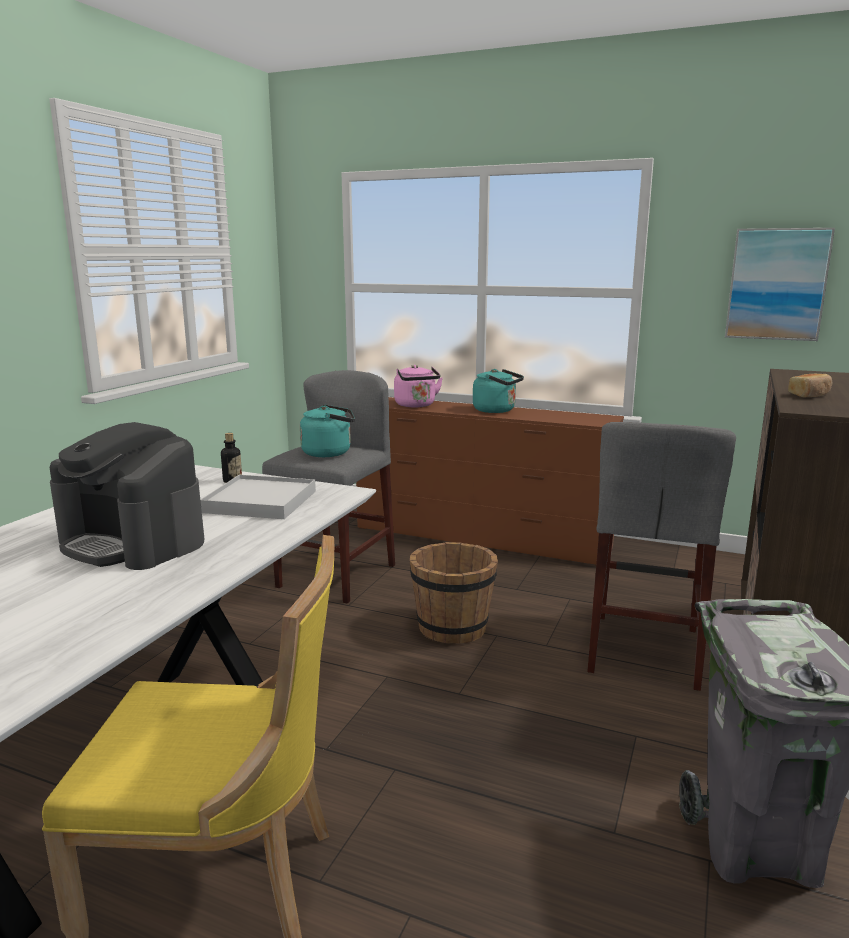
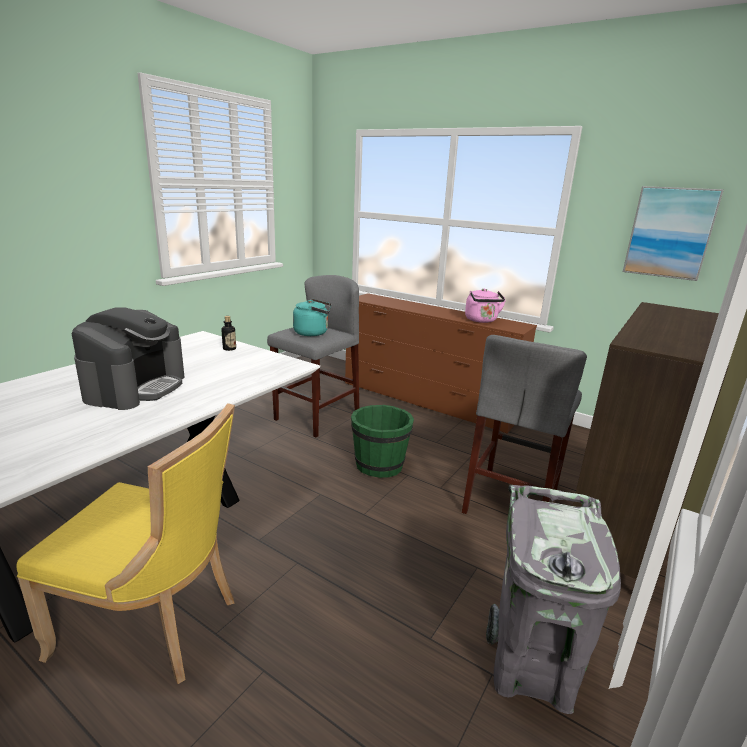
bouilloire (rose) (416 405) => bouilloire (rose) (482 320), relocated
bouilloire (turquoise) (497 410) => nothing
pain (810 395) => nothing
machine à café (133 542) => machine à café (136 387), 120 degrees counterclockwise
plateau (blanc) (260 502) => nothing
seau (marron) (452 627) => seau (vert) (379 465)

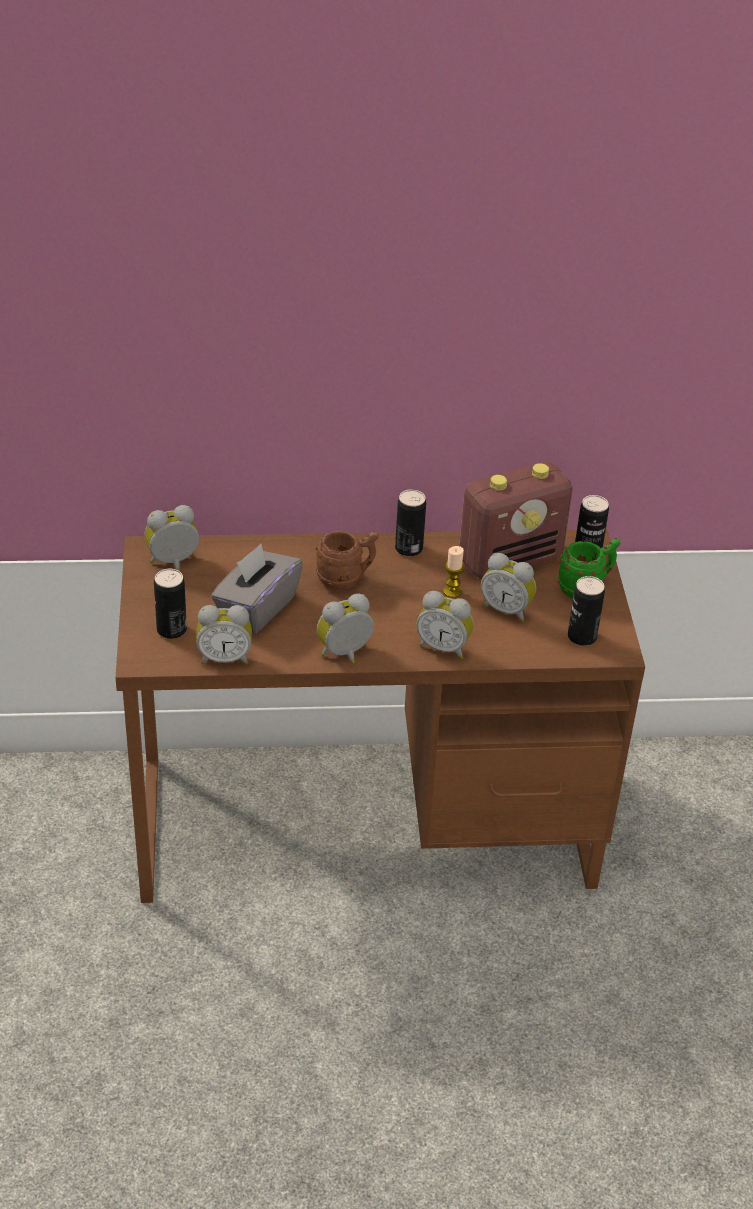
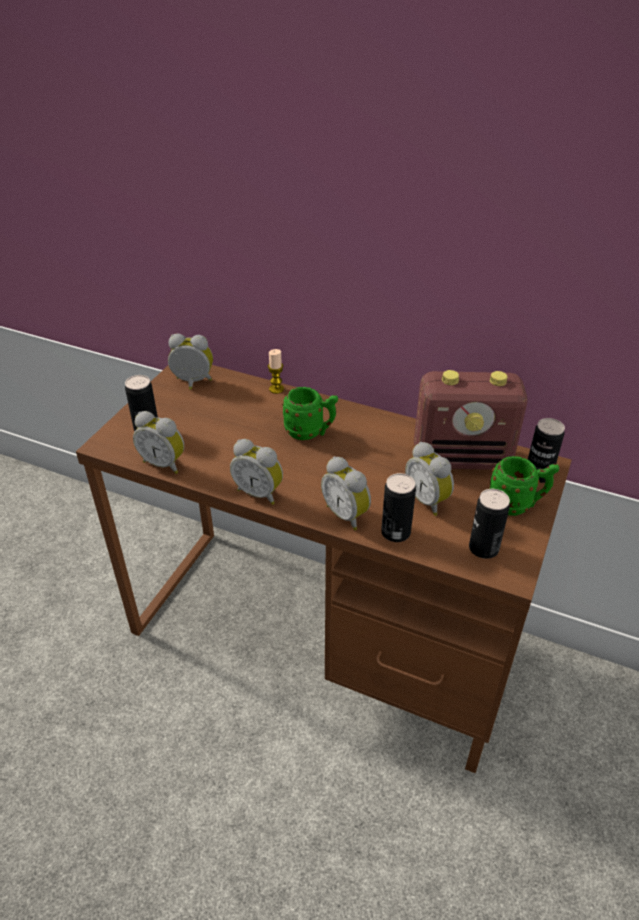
boîte métallique (408 548) => boîte métallique (395 532), relocated
mug (marron) (346 579) => mug (vert) (310 432)
boîte à mouchoirs (gris) (256 608) => nothing
bougie (452 592) => bougie (276 389), relocated
réveil (346 654) => réveil (259 492), 150 degrees counterclockwise

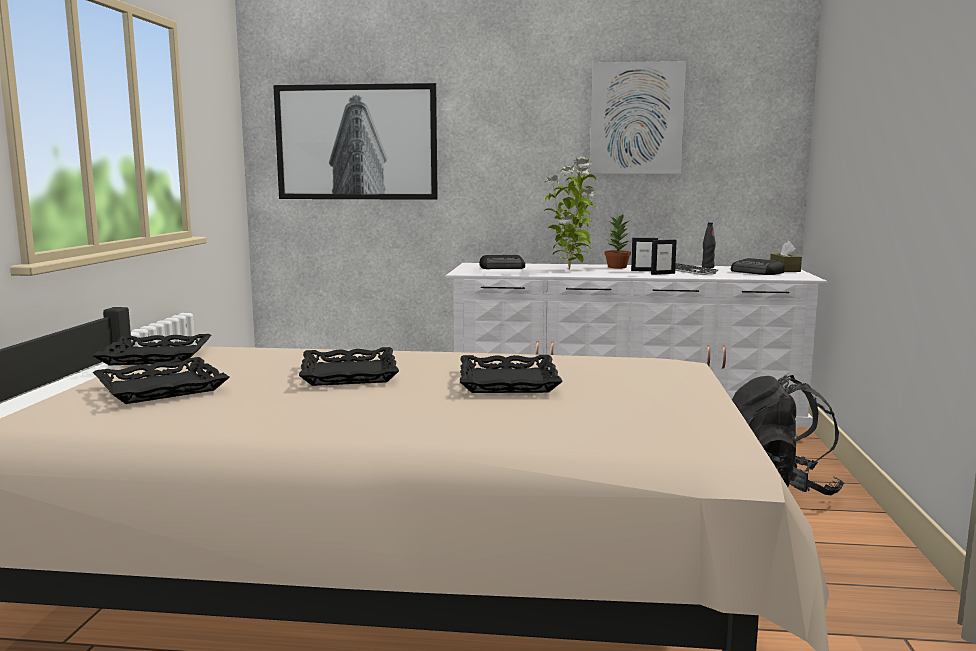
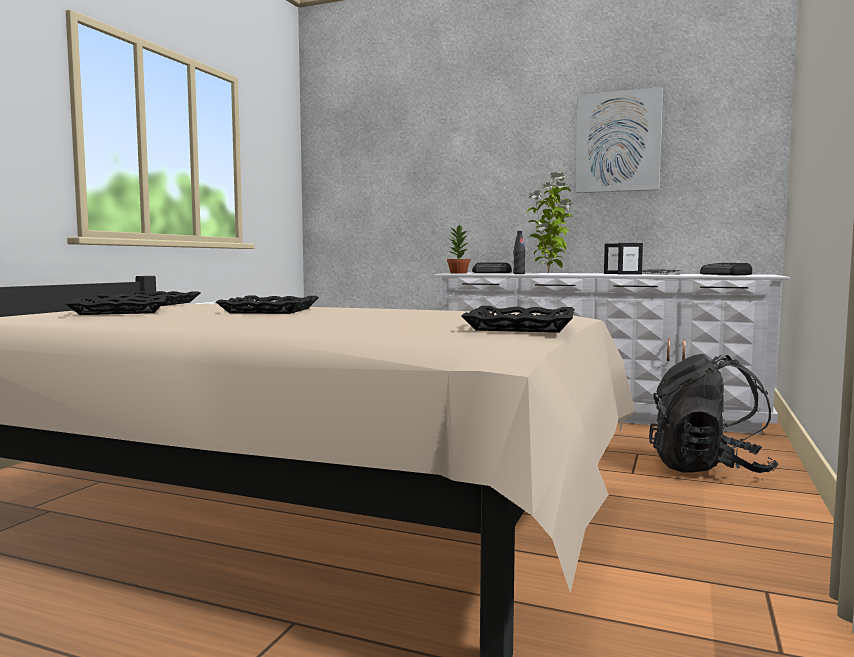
tableau (356 142) => nothing
plante en pot (616 267) => plante en pot (458 273), relocated
bouteille (noir) (707 267) => bouteille (noir) (519 274), relocated
boîte à mouchoirs (marron) (784 269) => nothing
plateau (noir) (509 382) => plateau (noir) (522 327), relocated

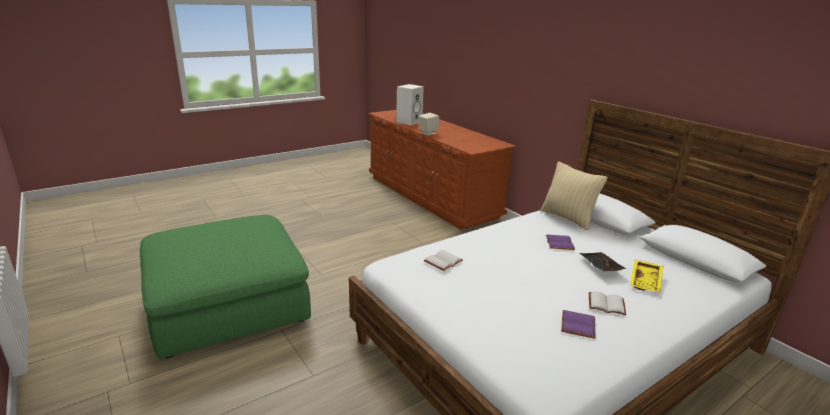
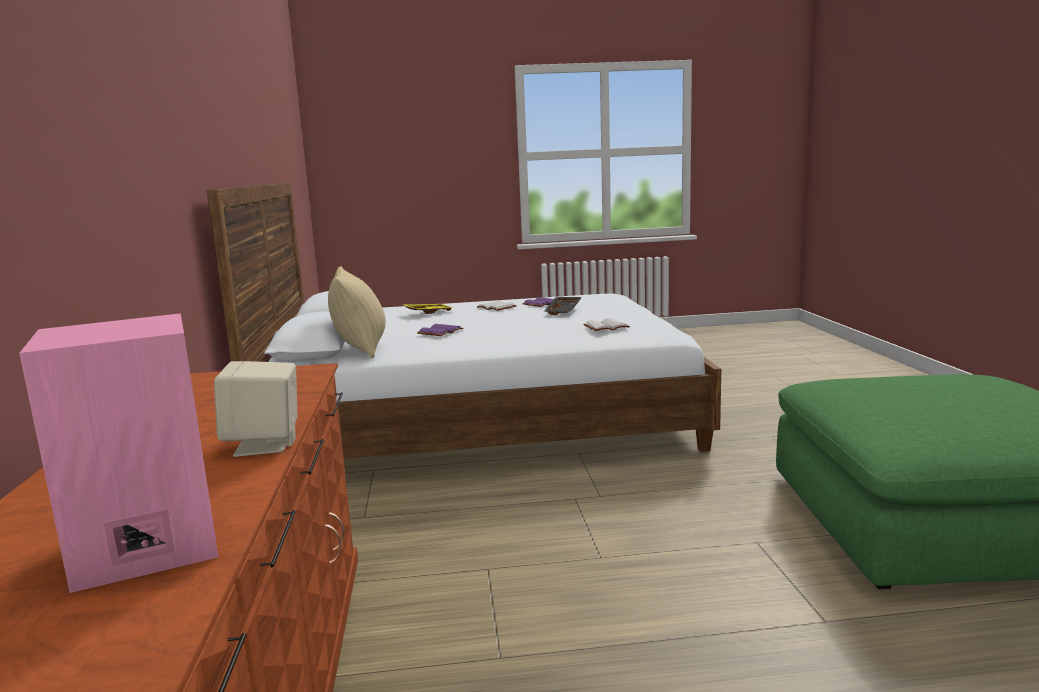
enceinte (blanc) (409 121) => enceinte (rose) (143 550)
plateau (noir) (599 266) => plateau (noir) (564 311), relocated

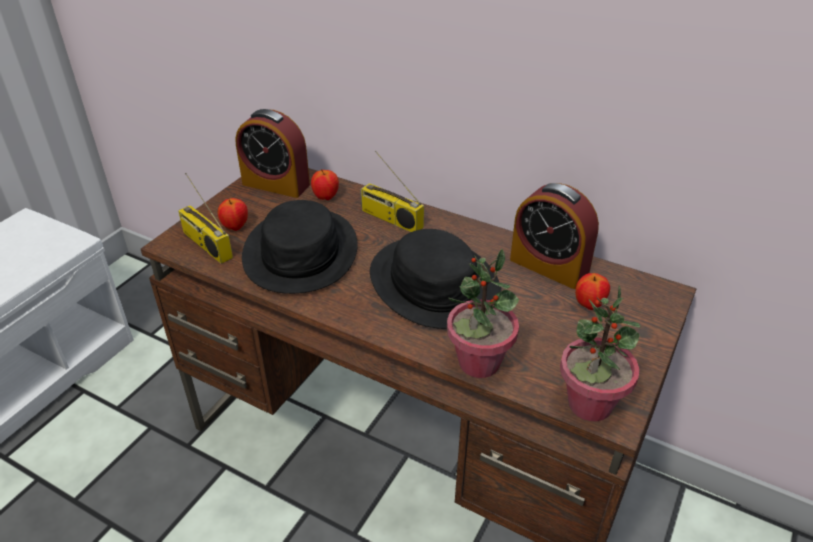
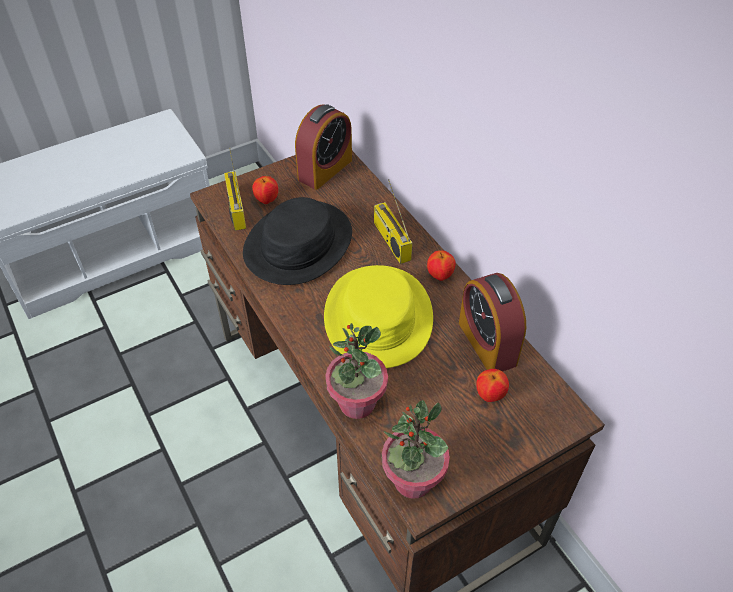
réveil (276 184) => réveil (325 169), 105 degrees counterclockwise
pomme (326 197) => pomme (440 276), relocated
chapeau (noir) (433 283) => chapeau (jaune) (377 317)

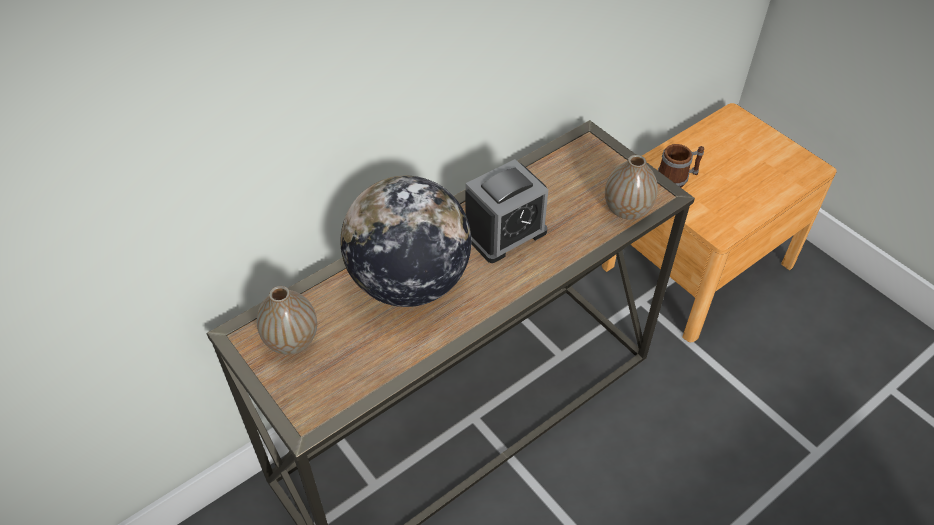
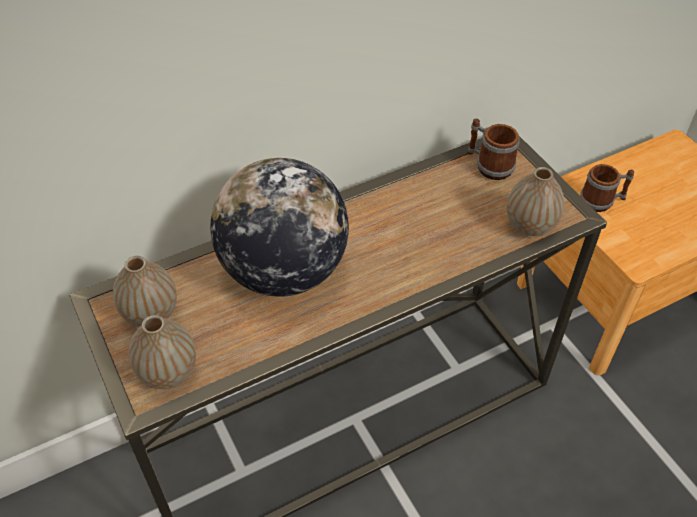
réveil (504 232) => nothing
nothing => mug (488 165)
nothing => vase (168 372)

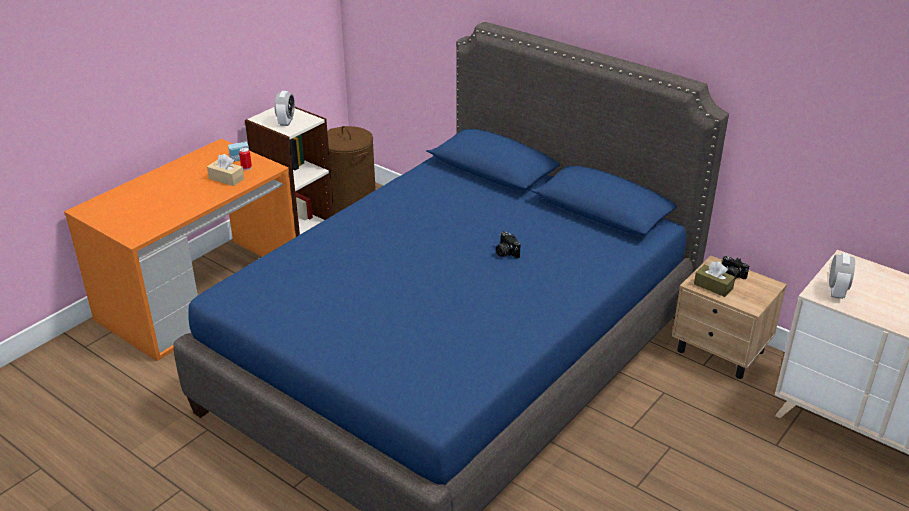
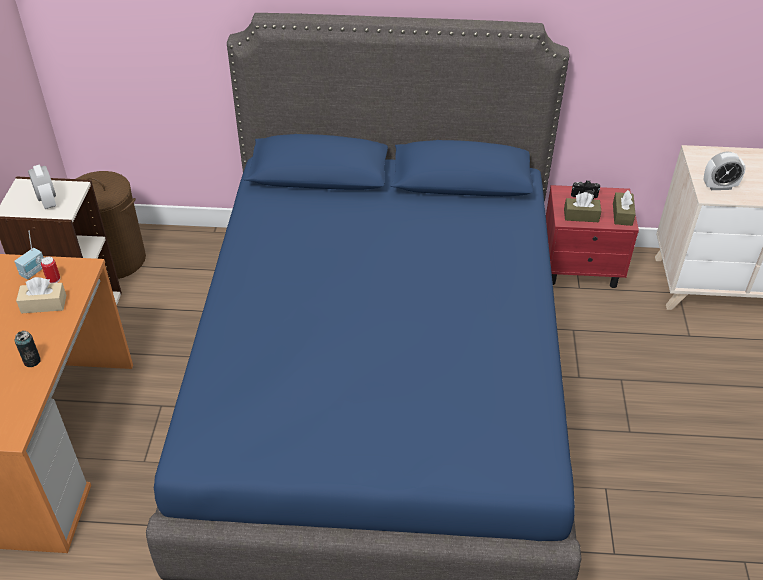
appareil photo (506 253) => nothing
réveil (836 291) => réveil (719 186), 105 degrees clockwise
table de chevet (beige) (721 351) => table de chevet (rouge) (581 268)
nothing => boîte à mouchoirs (marron) (622 214)
nothing => boîte métallique (32 361)

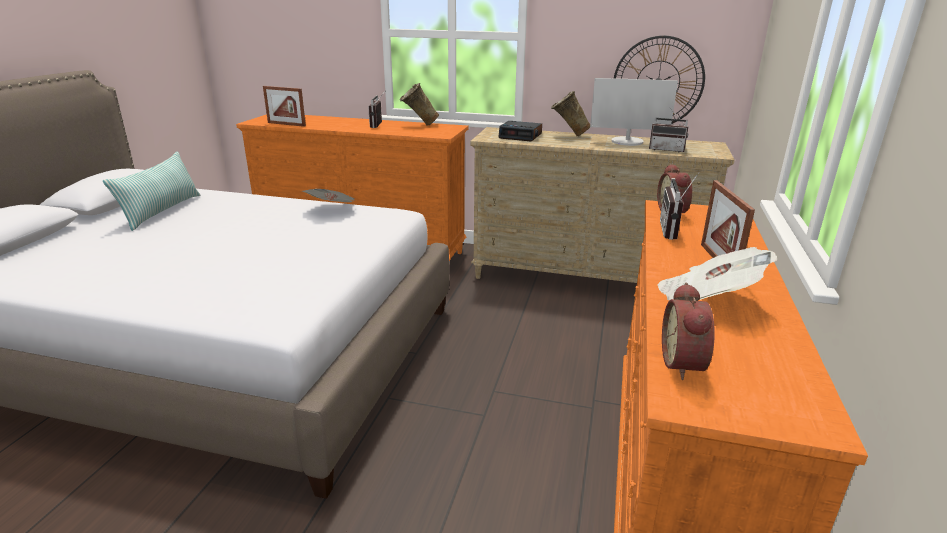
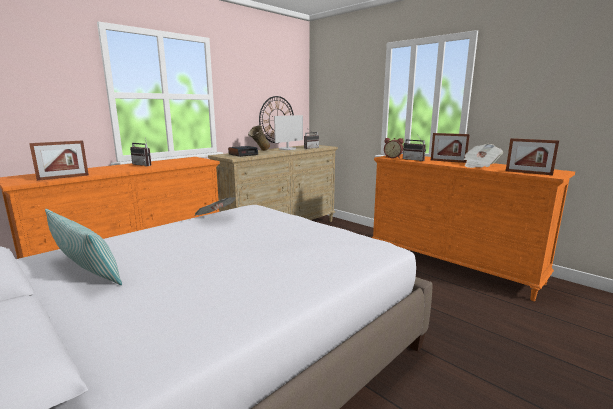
vase (beige) (419 125) => nothing
réveil (685 364) => cadre photo (528 173)

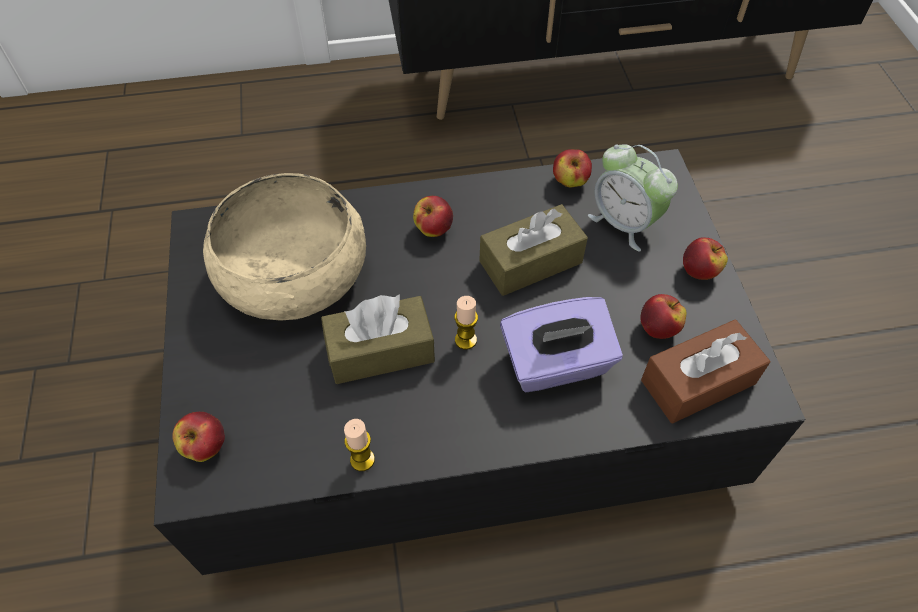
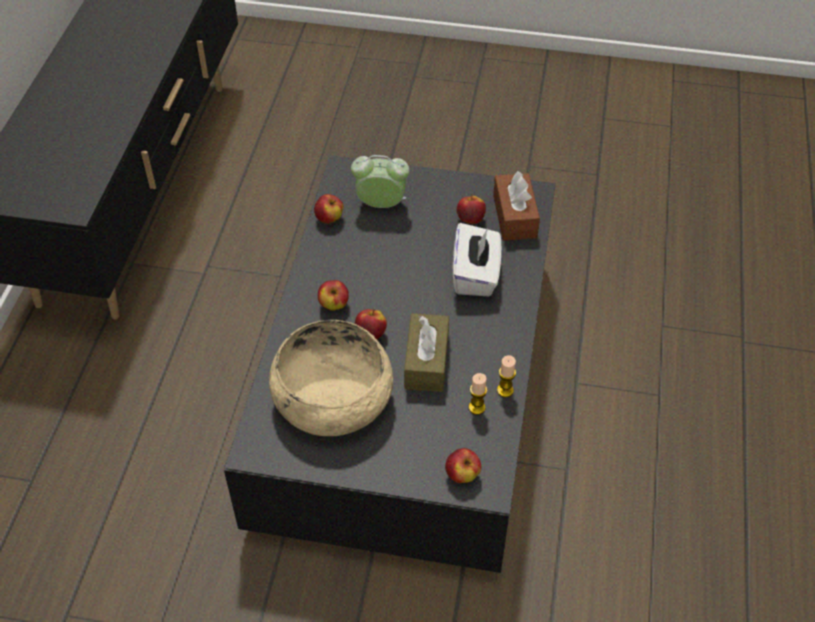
réveil (624 223) => réveil (381 205), 150 degrees counterclockwise
boîte à mouchoirs (marron) (530 262) => nothing
pomme (699 271) => pomme (371 334), relocated
bougie (465 340) => bougie (476 407), relocated
boîte à mouchoirs (violet) (556 364) => boîte à mouchoirs (blanc) (475 275)

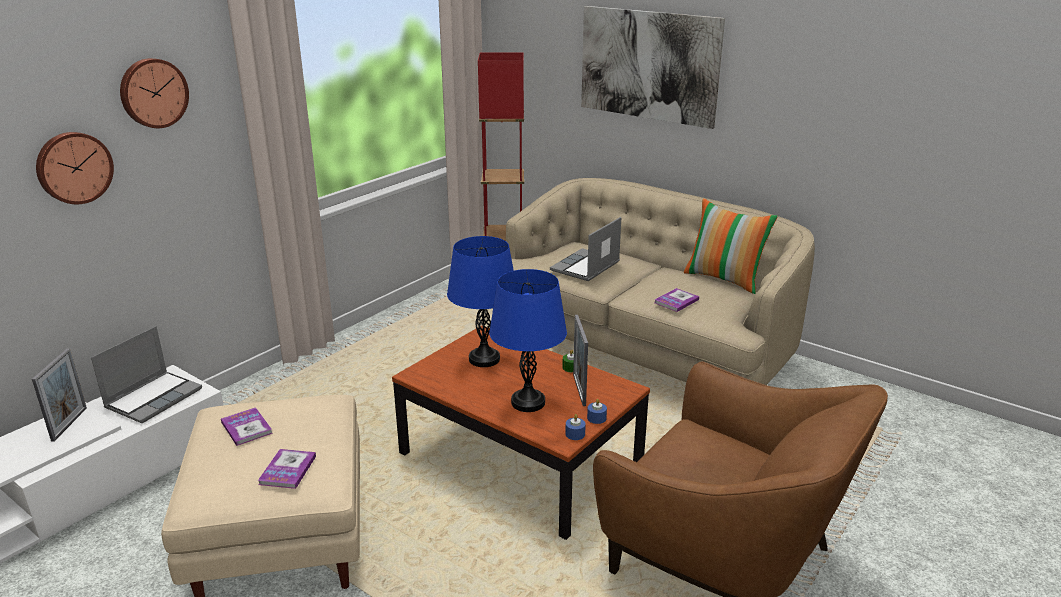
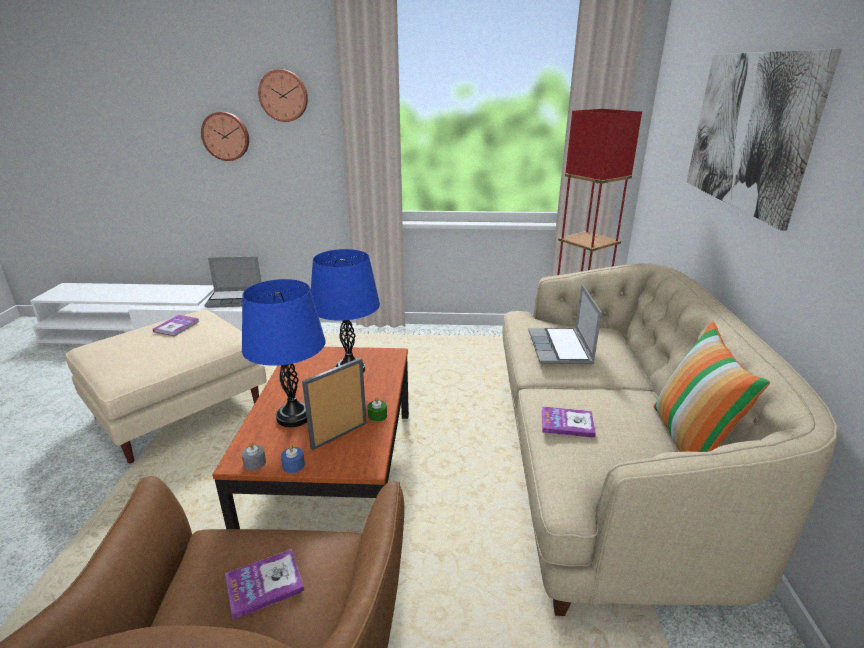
ordinateur portable (585 267) => ordinateur portable (561 348), 90 degrees counterclockwise
cadre photo (69 424) => nothing
bougie (bleu) (575 434) => bougie (gris) (254 463)
livre (287 470) => livre (264 584), relocated

